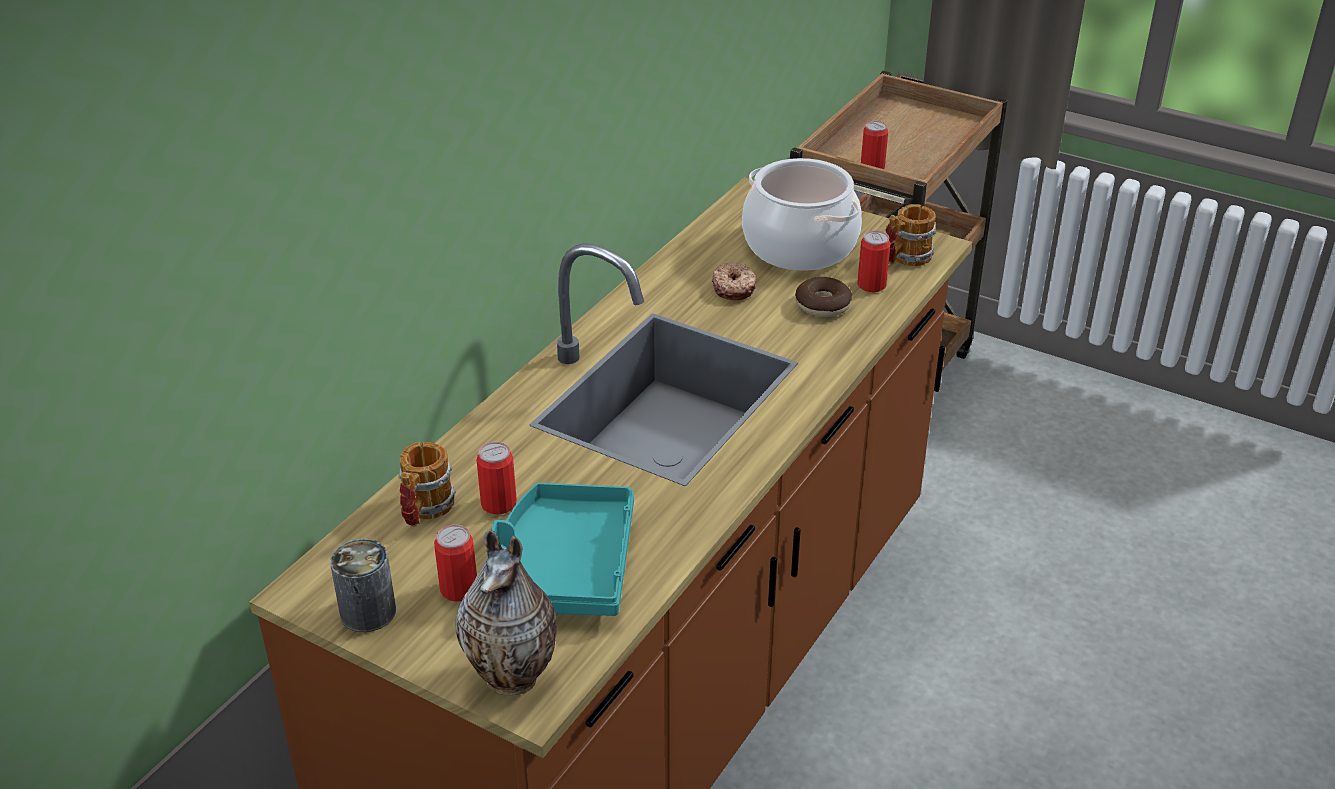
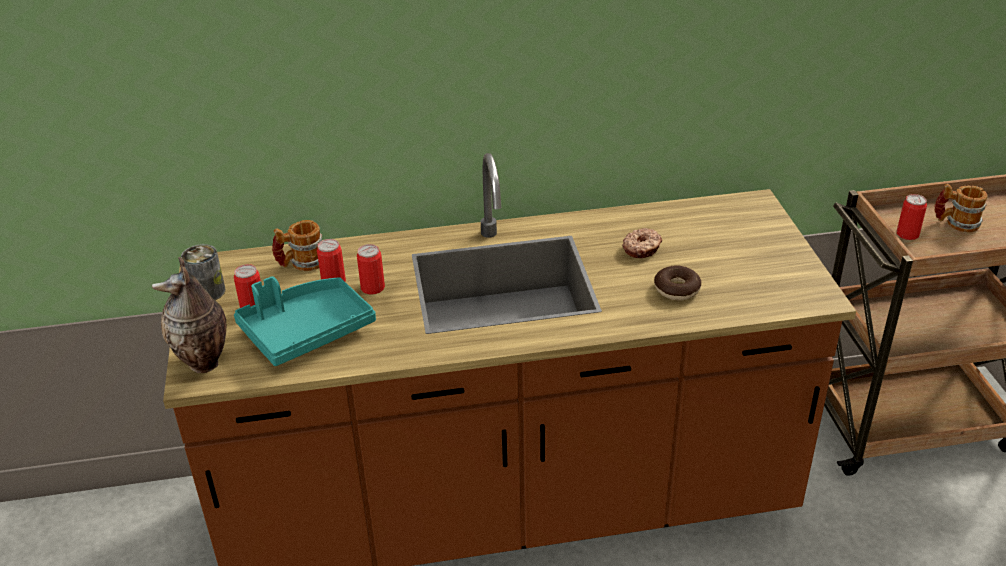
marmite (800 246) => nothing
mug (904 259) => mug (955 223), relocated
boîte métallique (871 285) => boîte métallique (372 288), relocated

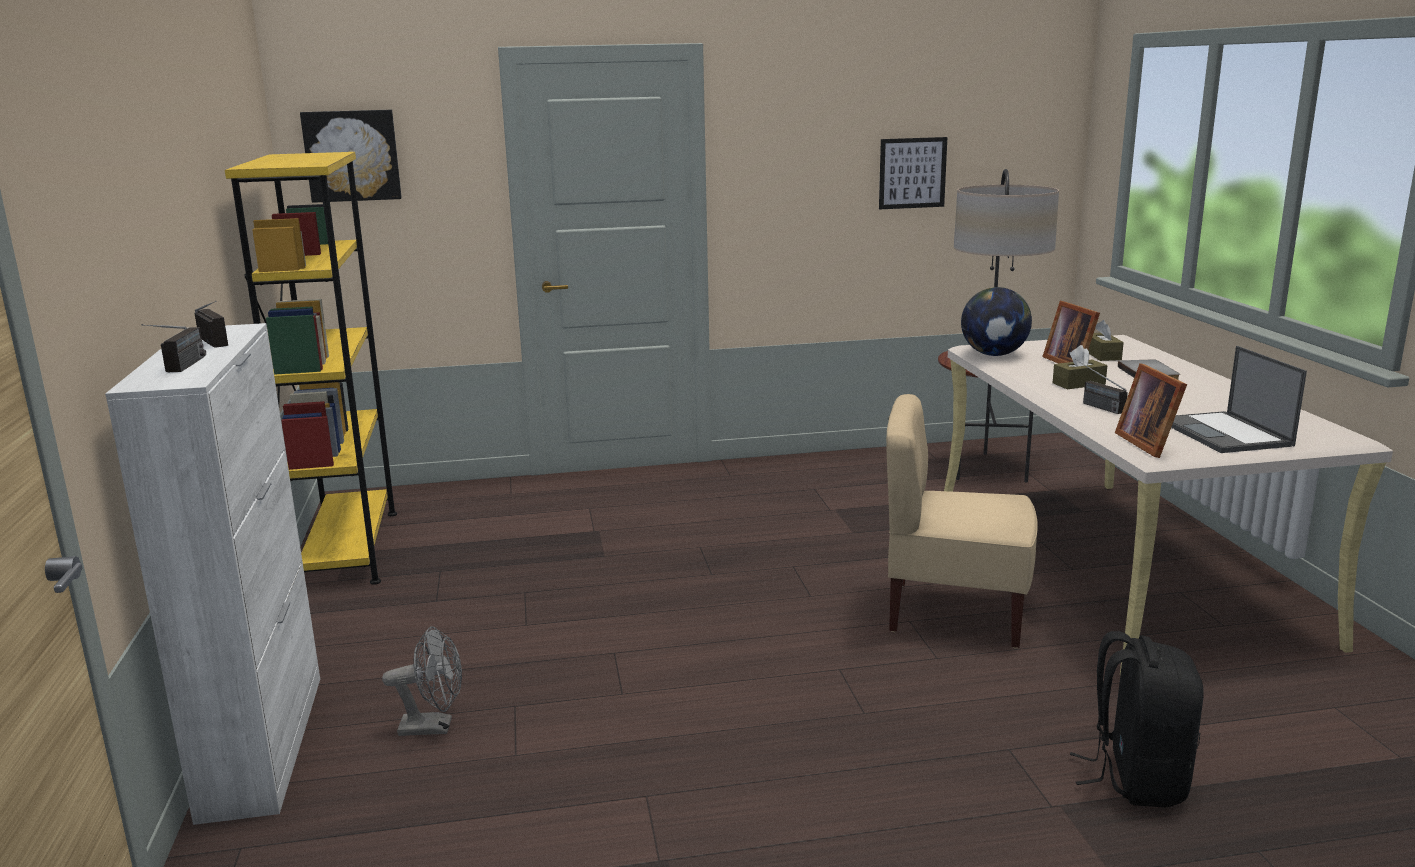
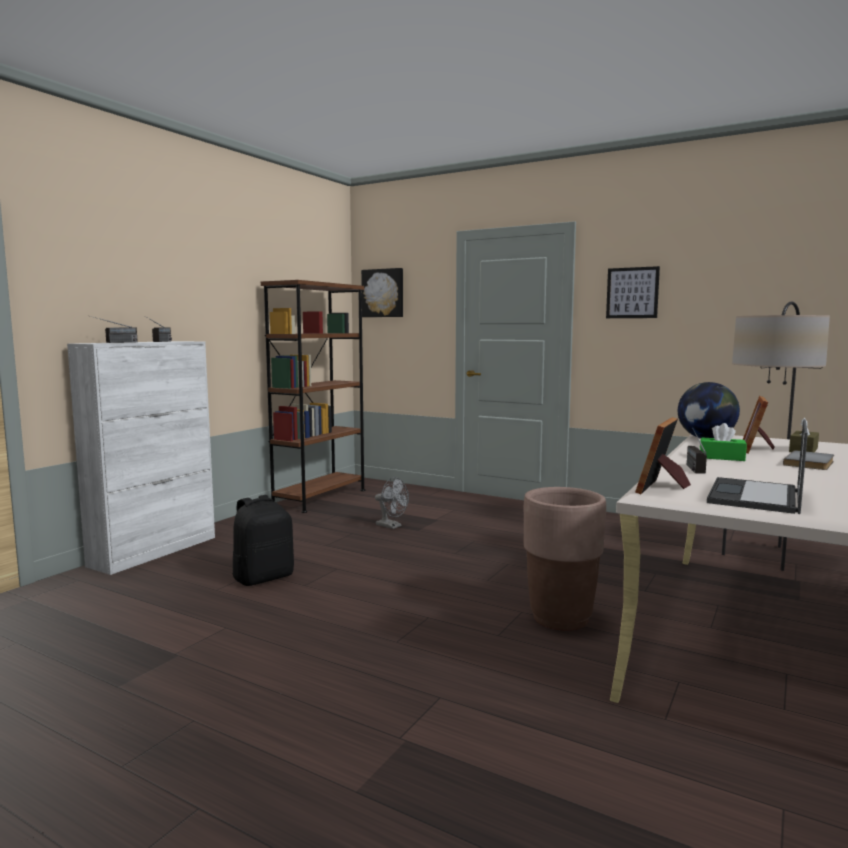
tableau (912 173) => tableau (632 293), relocated
bibliothèque (jaune) (349 549) => bibliothèque (marron) (320 498)
boîte à mouchoirs (marron) (1078 384) => boîte à mouchoirs (vert) (722 457)
chaise (beige) (954 613) => cache-pot (marron) (560 618)
ventilateur (gris) (434 727) => ventilateur (gris) (392 526), relocated
sac à dos (noir) (1136 778) => sac à dos (noir) (263 577), relocated

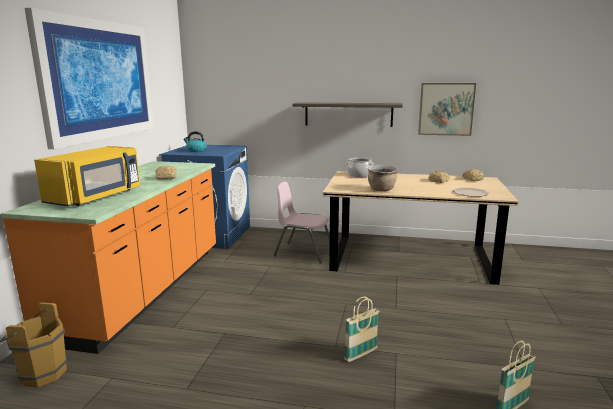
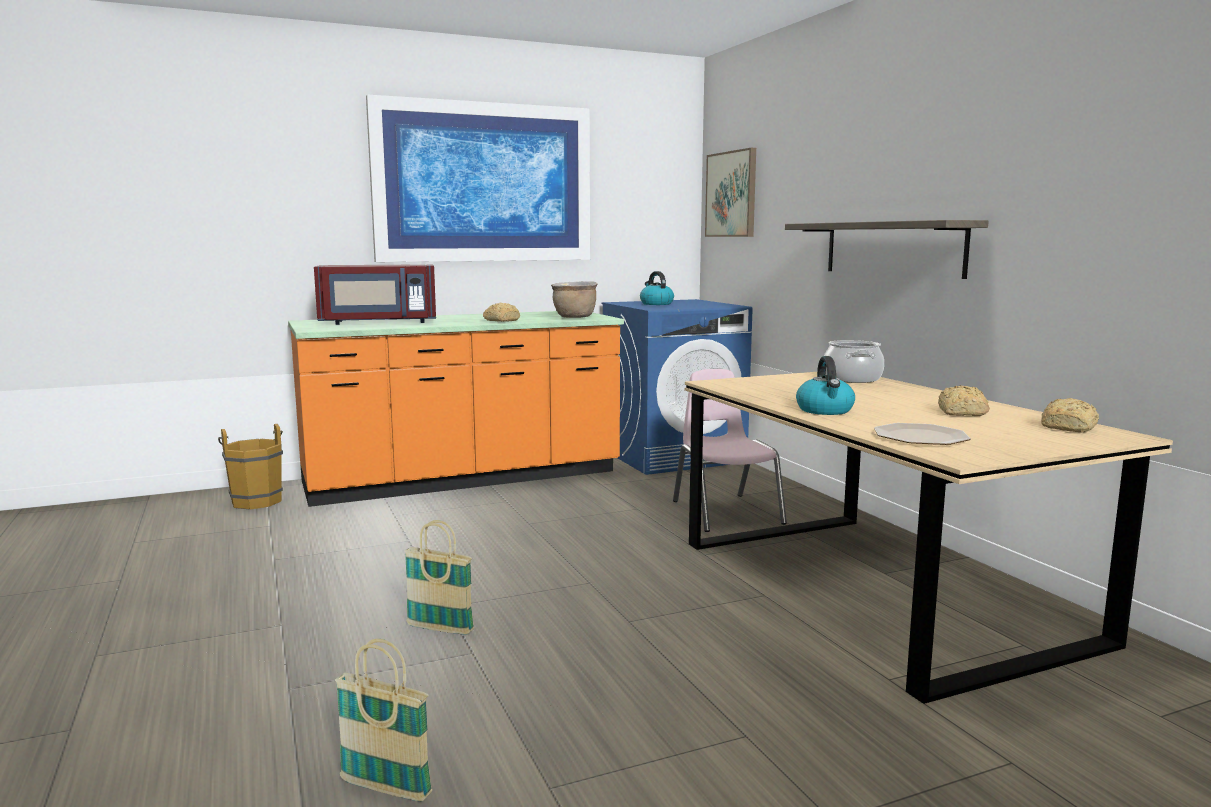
tableau (446 109) => tableau (731 194), relocated
micro-ondes (jaune) (97 197) => micro-ondes (rouge) (378 322)
marmite (marron) (382 190) => marmite (marron) (574 317), relocated
nothing => bouilloire (825 410)

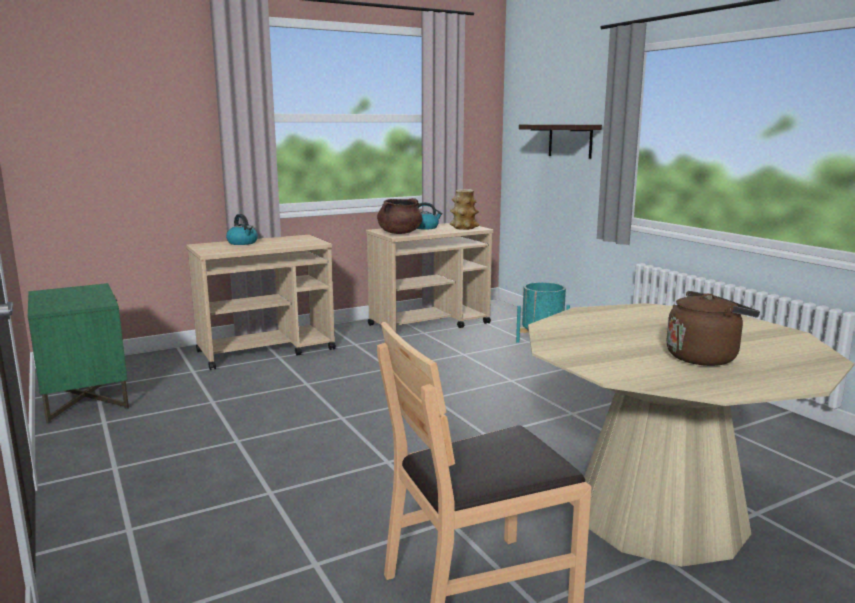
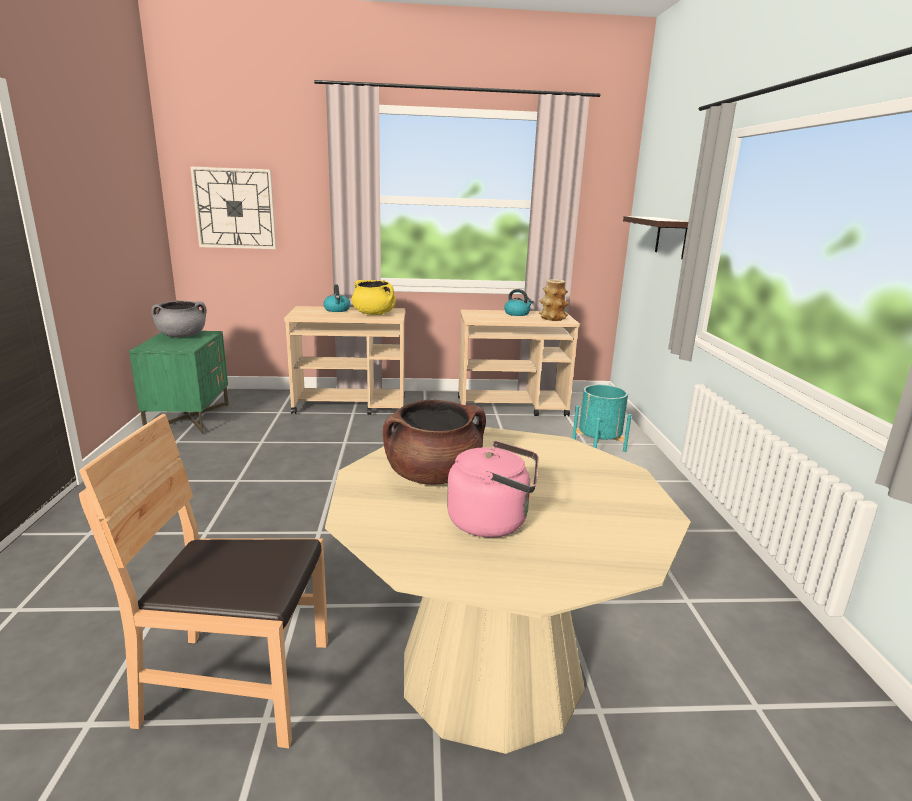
marmite (marron) (400 233) => marmite (marron) (433 476), relocated
bouilloire (marron) (704 357) => bouilloire (rose) (493 522)
nothing => horloge murale (235 208)
nothing => marmite (jaune) (374 314)
nothing => marmite (gris) (182 336)

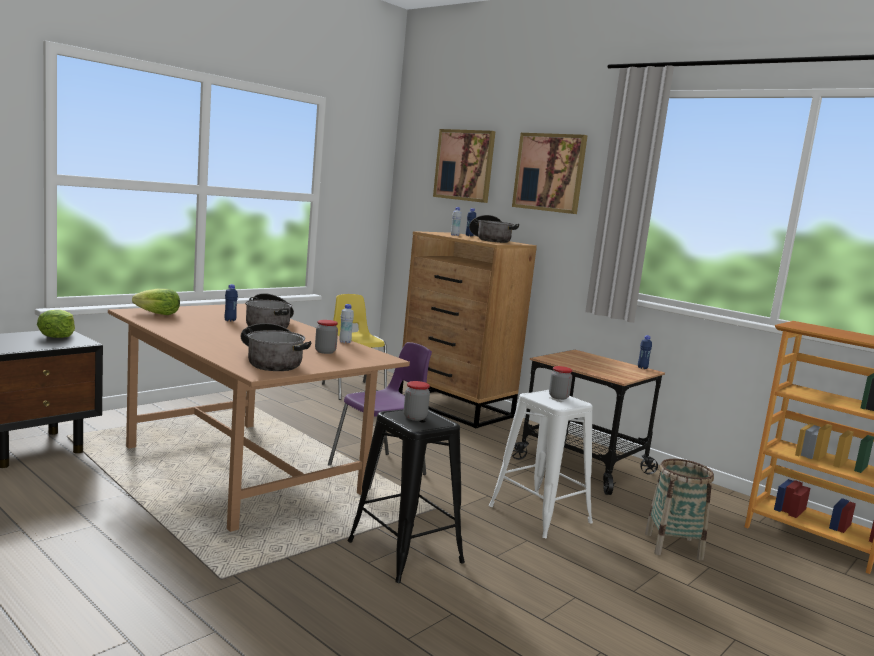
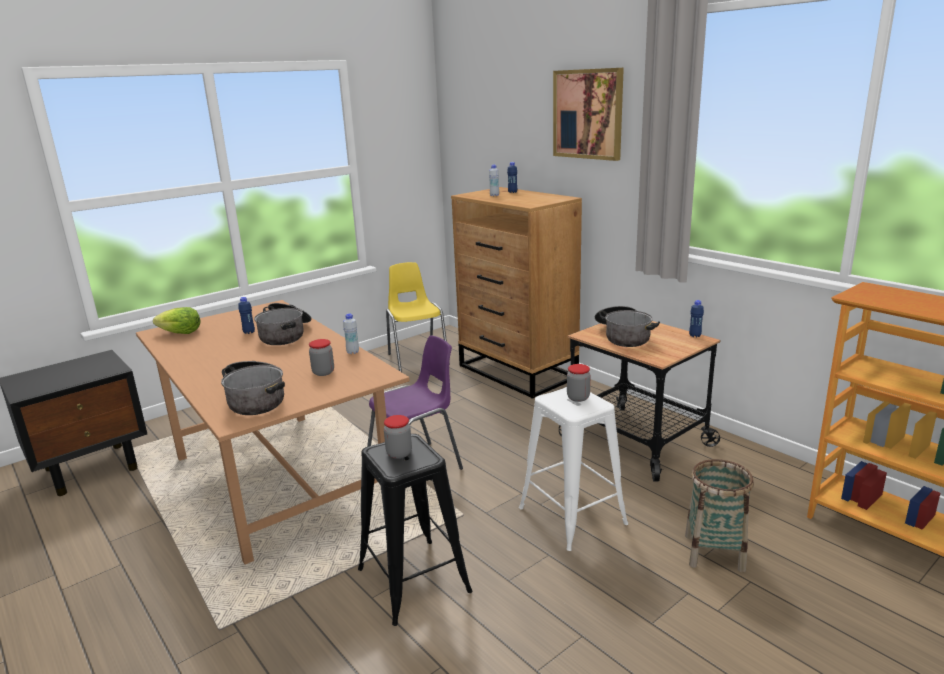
tableau (464 165) => nothing
marmite (490 240) => marmite (623 336), relocated
laitue (57 335) => nothing

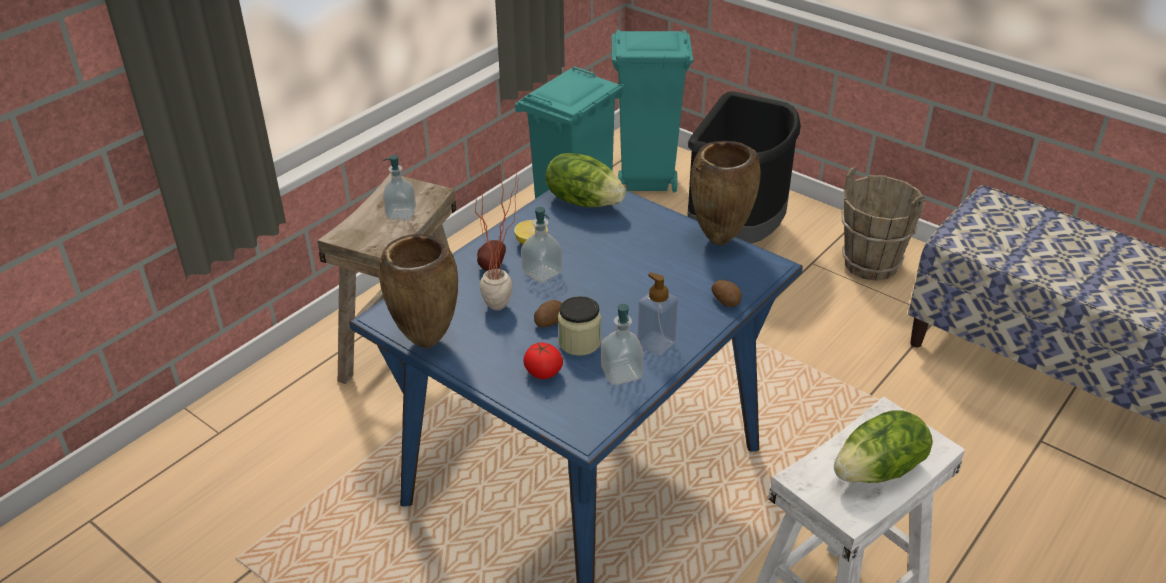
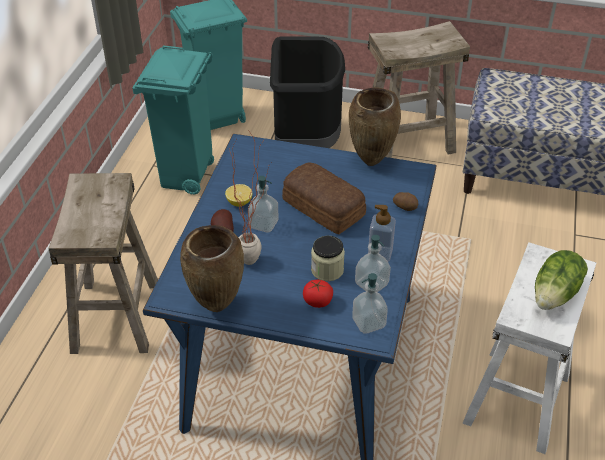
laitue (584 201) => nothing
distributeur de savon (401 214) => distributeur de savon (368 323), relocated
seau (marron) (870 264) => tabouret (beige) (408 141)
pomme de terre (549 321) => nothing
nothing => pain (323 209)

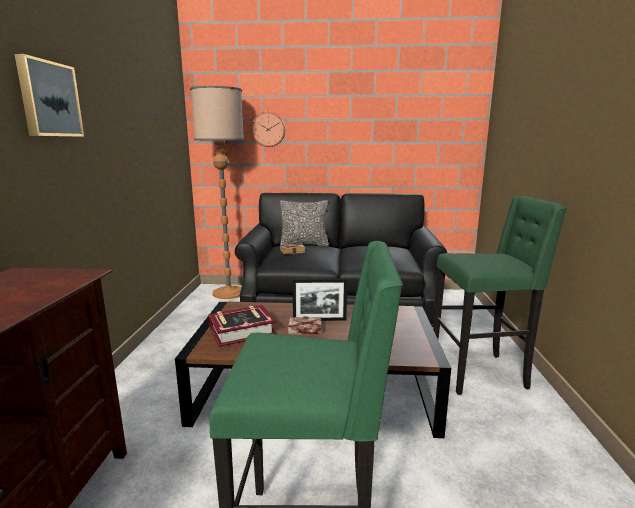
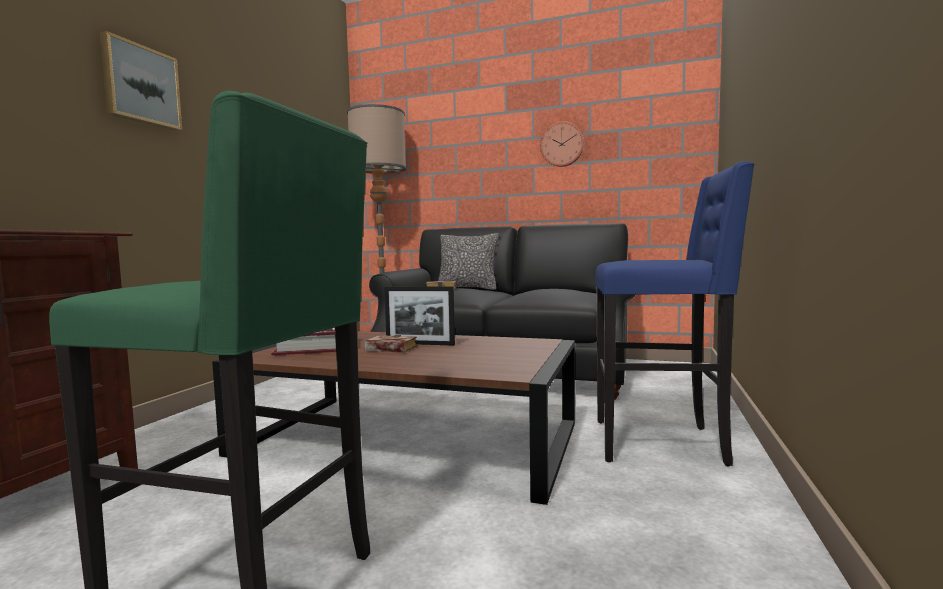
horloge murale (268 129) => horloge murale (562 144), relocated
tabouret (vert) (480 372) => tabouret (bleu) (661 443)

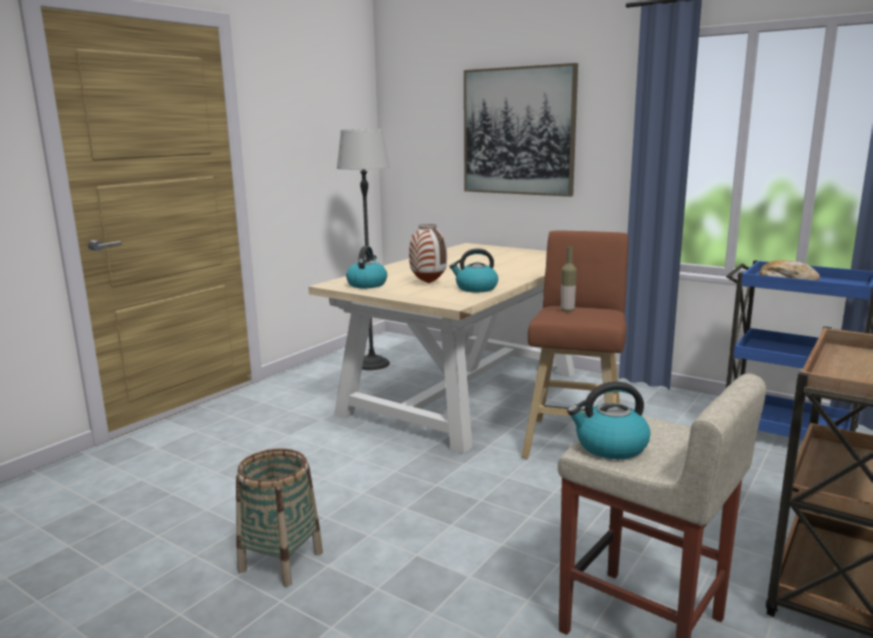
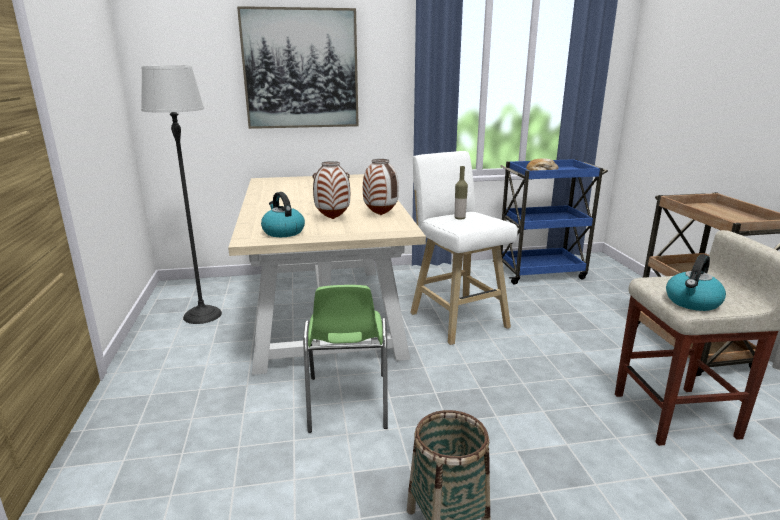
tabouret (marron) (575 440) => tabouret (blanc) (456 318)
bouilloire (475 288) => vase (381 215)
nothing => chaise (vert) (347 402)

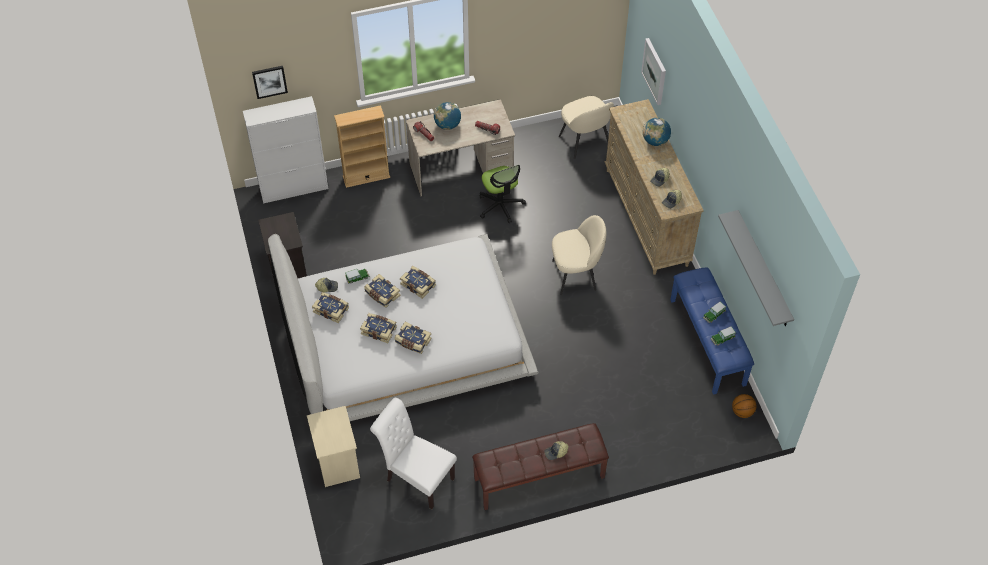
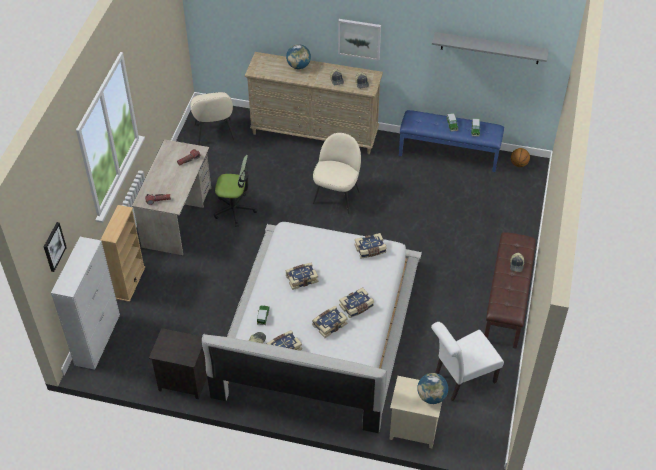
tableau (655 71) => tableau (359 38), relocated
chaise (beige) (585 141) => chaise (beige) (214 133), 75 degrees clockwise
globe (447 125) => globe (431 396), relocated
livre (382 294) => livre (370 250), relocated

